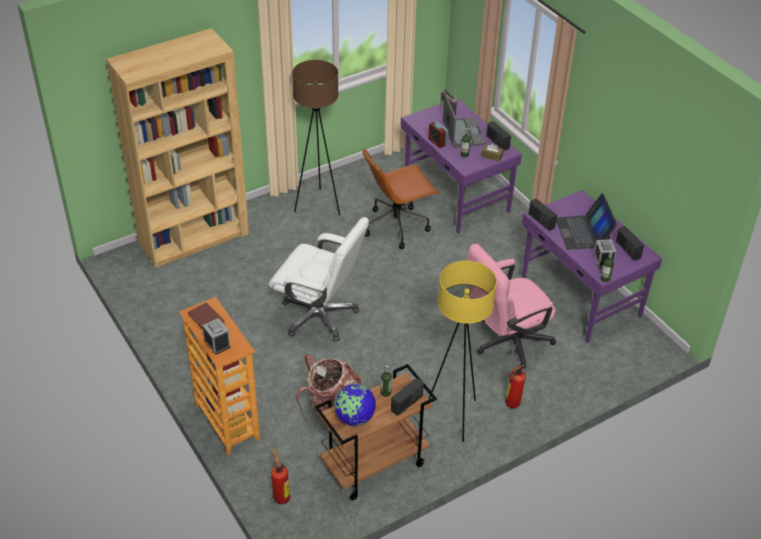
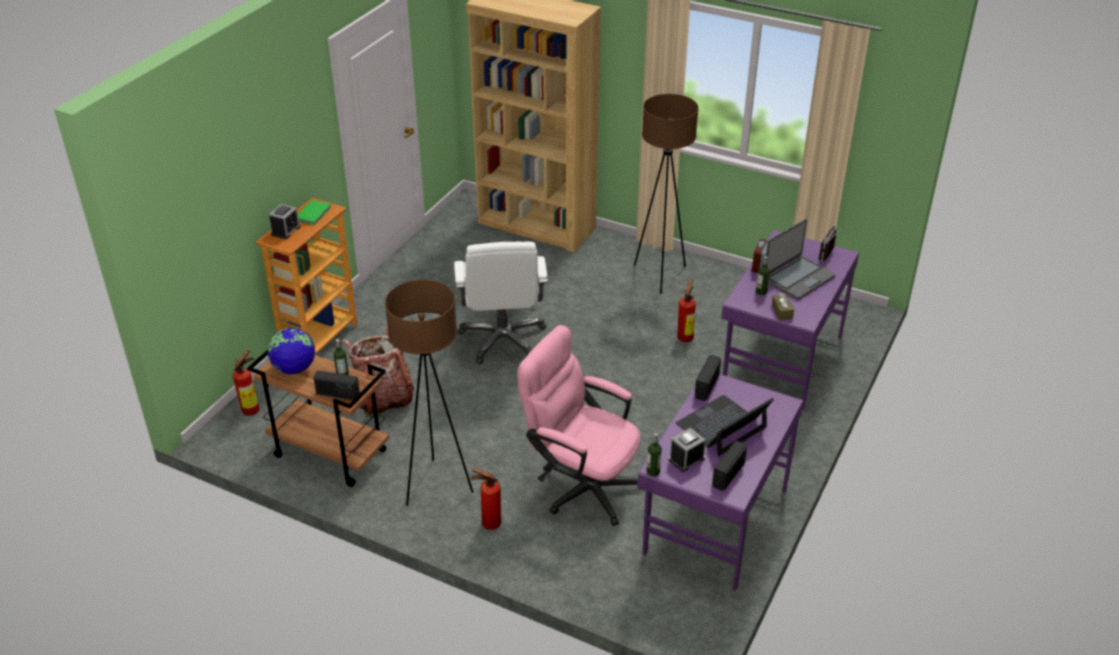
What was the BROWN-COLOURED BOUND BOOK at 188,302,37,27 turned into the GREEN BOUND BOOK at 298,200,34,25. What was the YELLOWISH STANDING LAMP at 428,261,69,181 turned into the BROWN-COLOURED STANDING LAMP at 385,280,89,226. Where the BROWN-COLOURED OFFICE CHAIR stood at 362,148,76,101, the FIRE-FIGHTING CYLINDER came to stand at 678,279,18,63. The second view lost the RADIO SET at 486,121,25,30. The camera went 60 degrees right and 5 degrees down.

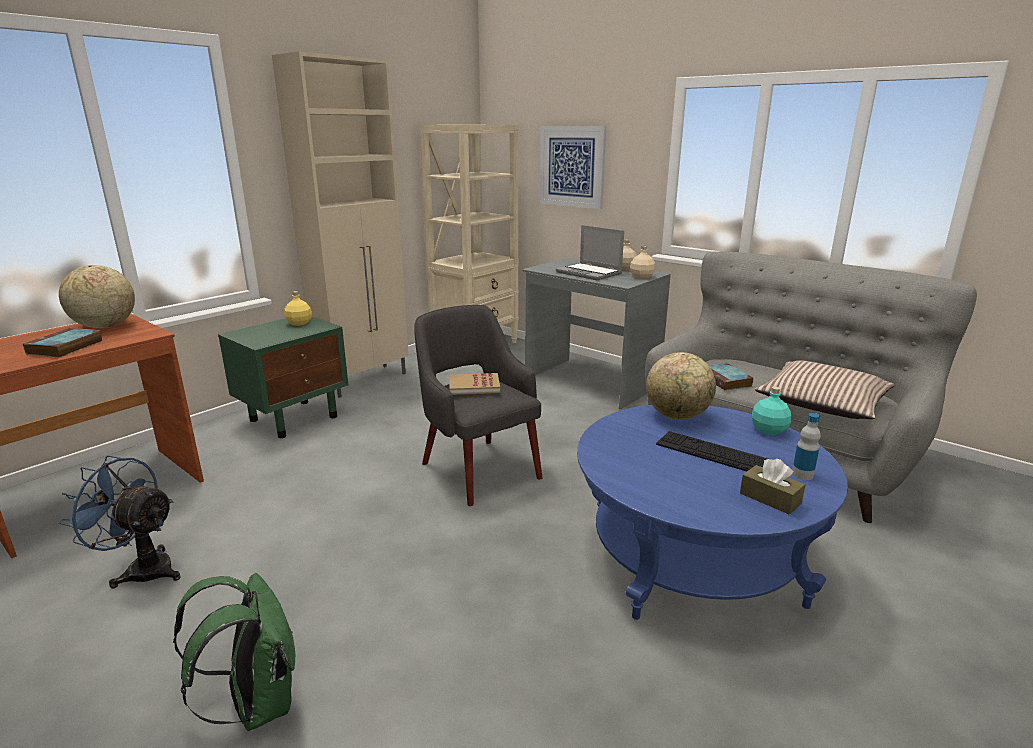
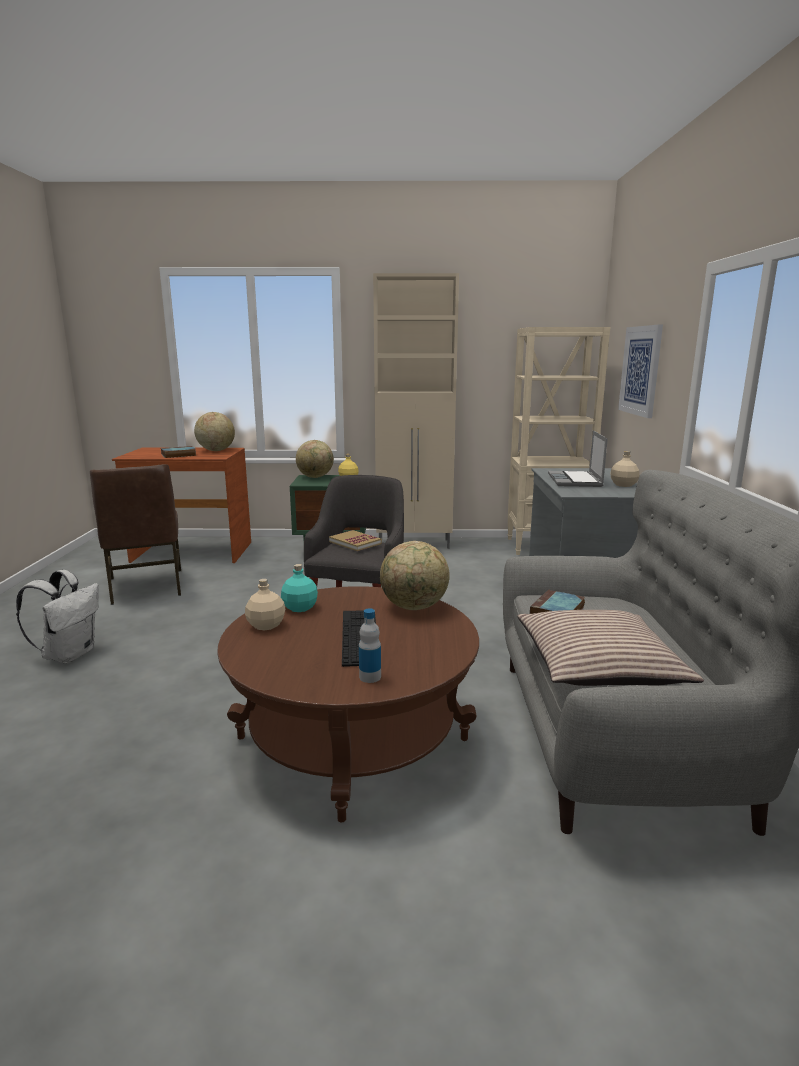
What was the GREEN RUCKSACK at 173,573,122,158 turned into the WHITE RUCKSACK at 16,570,83,93. Where the BLUE FAN stood at 59,456,122,132, the BROWN-COLOURED PLAIN CHAIR came to stand at 90,464,91,141. What was the BLUE LOW TABLE at 577,405,271,215 turned into the BROWN-COLOURED LOW TABLE at 217,586,262,237. The BEIGE BOTTLE ended up elsewhere, having gone from 630,246,25,33 to 245,579,40,51. The BLUE-GREEN BOTTLE ended up elsewhere, having gone from 752,387,39,48 to 281,564,37,48. The second view gained the WORLD GLOBE at 296,440,38,38. The second view lost the BROWN-COLOURED TISSUE HOLDER at 740,459,65,55. The camera went 50 degrees right and 5 degrees down.

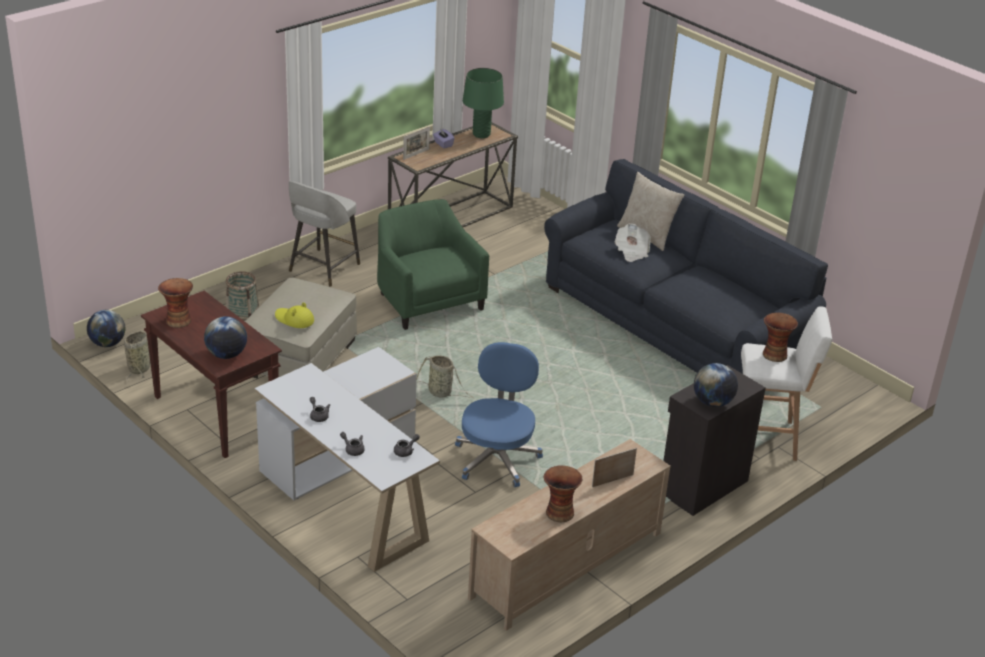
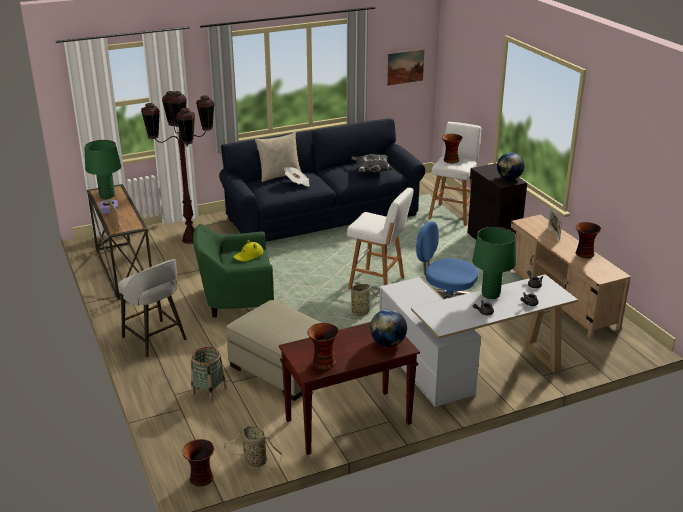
The second view gained the BROWN-COLOURED STANDING LAMP at 141,91,74,153. Where the WORLD GLOBE stood at 87,310,38,37, the FLOWER VASE came to stand at 182,439,32,48. The YELLOWISH WEARABLE HAT ended up elsewhere, having gone from 275,302,39,26 to 233,240,30,21. The second view gained the WHITE SITTING STOOL at 347,188,67,101. The second view gained the THROW PILLOW at 351,154,42,19. The second view gained the WALL PICTURE at 387,49,37,37. The second view gained the GREEN LAMP FOR A TABLE at 472,227,44,72. The camera went 70 degrees left and 5 degrees down.

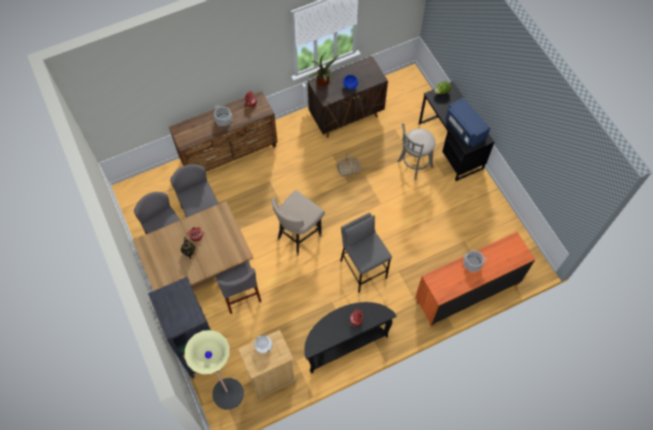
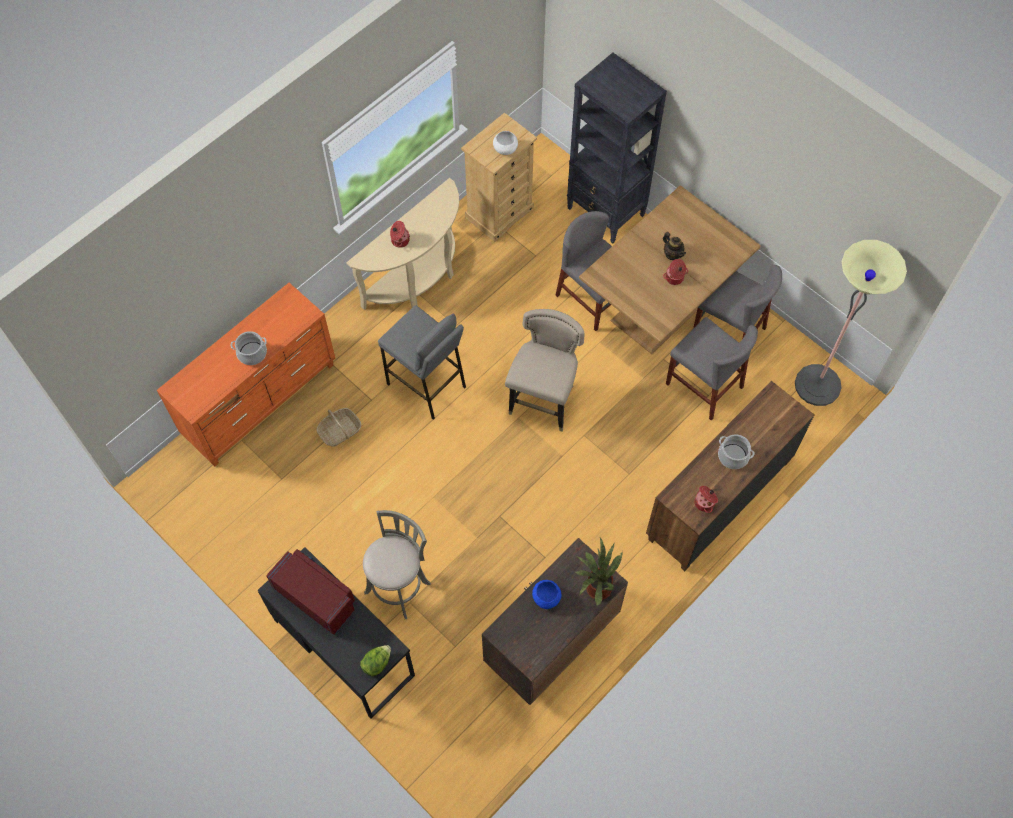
What was the BLUE MICROWAVE at 446,97,44,50 turned into the REDDISH MICROWAVE at 266,549,89,86. The HOUSEHOLD BASKET ended up elsewhere, having gone from 336,153,26,24 to 317,408,44,39. What was the BLACK-COLOURED NARROW TABLE at 304,302,93,72 turned into the BEIGE NARROW TABLE at 346,178,113,132. The STANDING LAMP ended up elsewhere, having gone from 184,330,60,80 to 795,240,112,166. The camera went 160 degrees right and 0 degrees up.

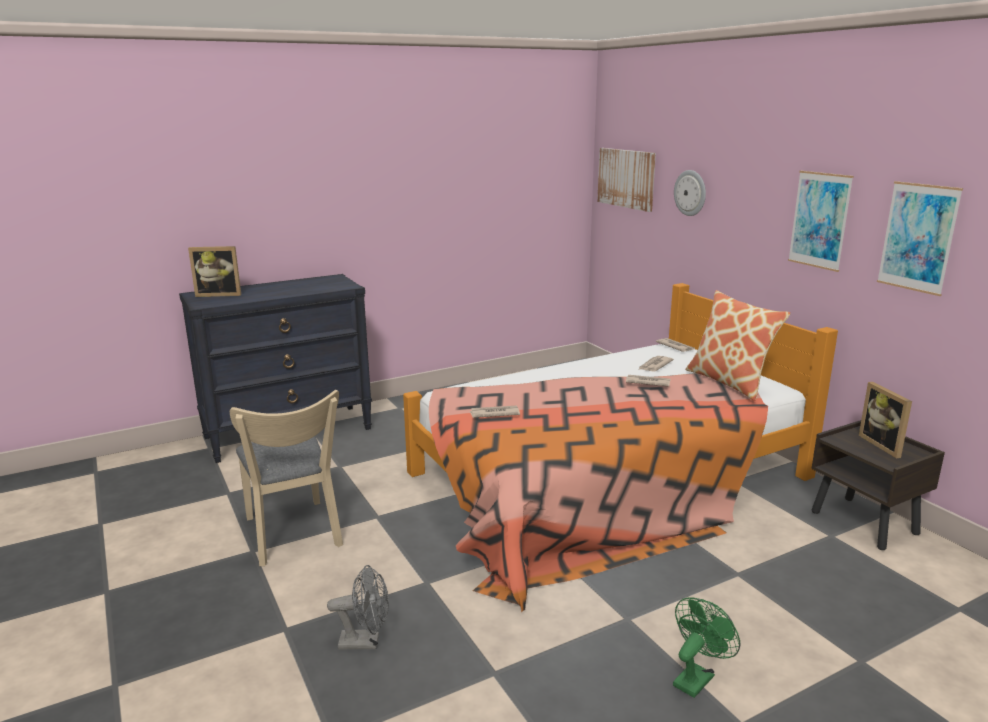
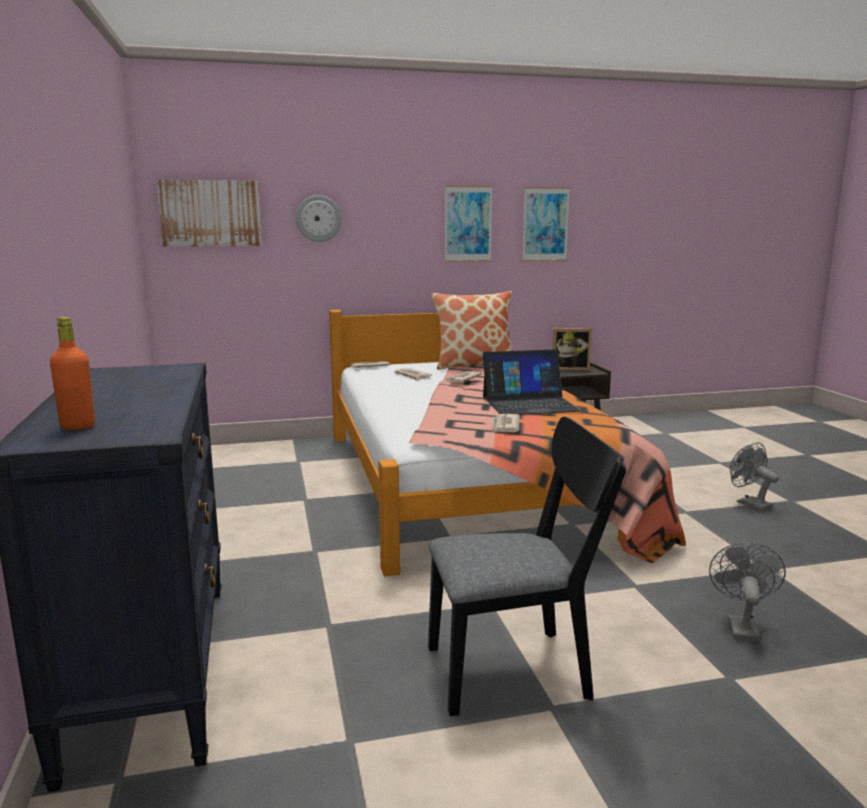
Where the PHOTO FRAME stood at 188,246,53,51, the ORANGEY BOTTLE came to stand at 50,317,45,113. What was the BEIGE PLAIN CHAIR at 230,390,113,176 turned into the BLACK-COLOURED PLAIN CHAIR at 428,417,198,299. The second view gained the PORTABLE COMPUTER at 483,349,98,66. What was the GREEN FAN at 673,597,67,101 turned into the GREYISH FAN at 730,442,49,69. The camera went 75 degrees left and 5 degrees down.

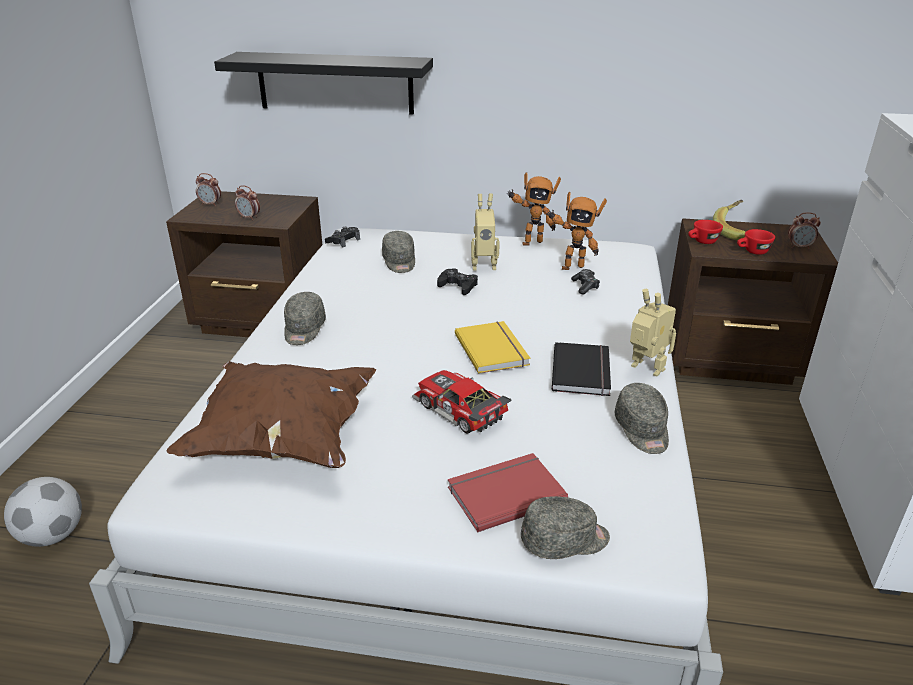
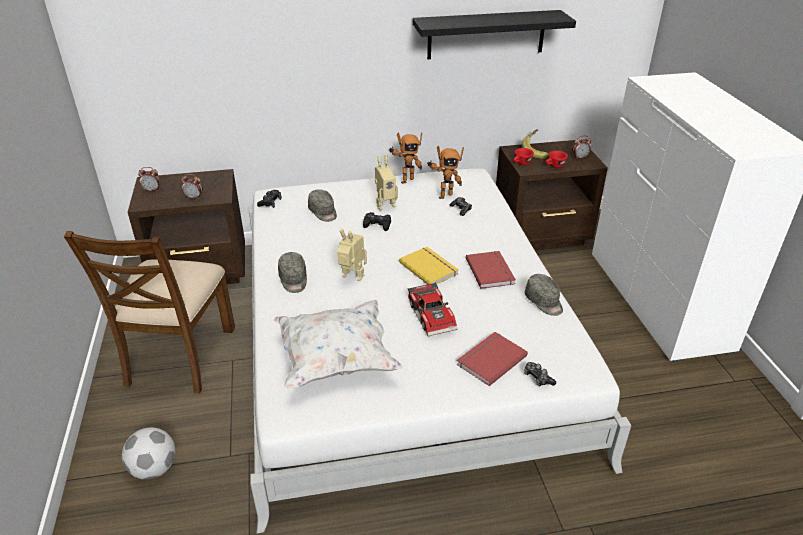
The second view gained the BROWN-COLOURED PLAIN CHAIR at 64,231,171,163. What was the BROWN-COLOURED THROW PILLOW at 167,361,209,107 turned into the WHITE THROW PILLOW at 274,300,128,88. The TOY ROBOT ended up elsewhere, having gone from 630,289,46,88 to 337,229,30,52. The MODEL CAR at 412,370,99,64 ended up facing another way, 135 degrees counterclockwise from before. The BLACK-COLOURED WALL SHELF ended up elsewhere, having gone from 214,52,219,63 to 413,10,163,49. What was the BLACK-COLOURED BOUND BOOK at 552,342,59,54 turned into the REDDISH BOUND BOOK at 466,251,50,38. Where the GREYISH BASEBALL CAP stood at 521,496,89,63, the JOYPAD came to stand at 524,362,32,24. The camera went 20 degrees left and 5 degrees up.

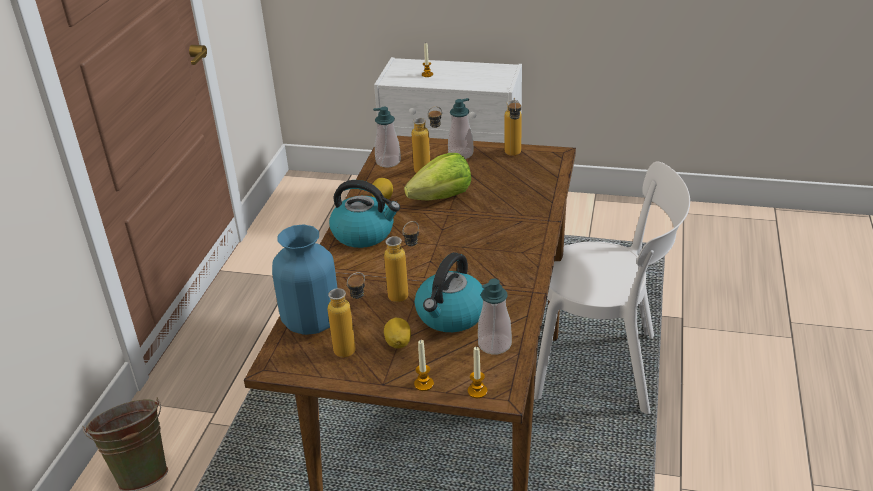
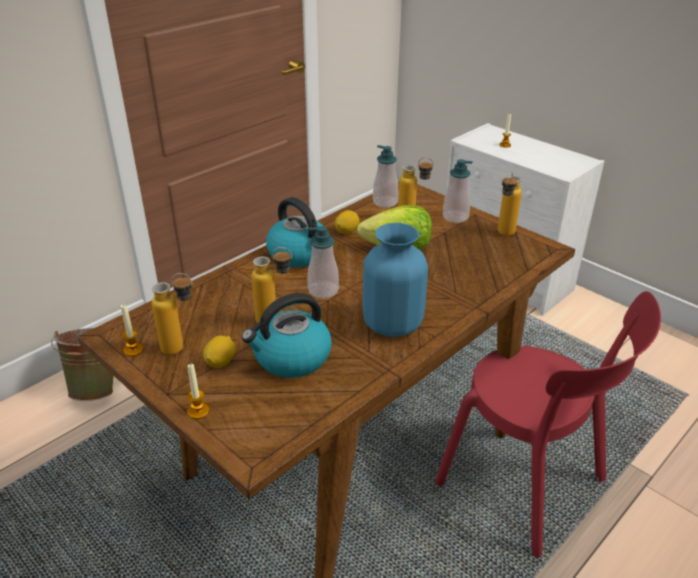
The CANDLE ended up elsewhere, having gone from 468,347,20,51 to 121,304,22,52. The SOAP DISPENSER ended up elsewhere, having gone from 478,279,34,76 to 308,226,31,73. The BLUE FLOWER VASE ended up elsewhere, having gone from 272,225,65,110 to 363,223,65,114. What was the WHITE PLAIN CHAIR at 534,162,156,252 turned into the REDDISH PLAIN CHAIR at 435,291,226,267. The camera went 30 degrees right and 0 degrees up.

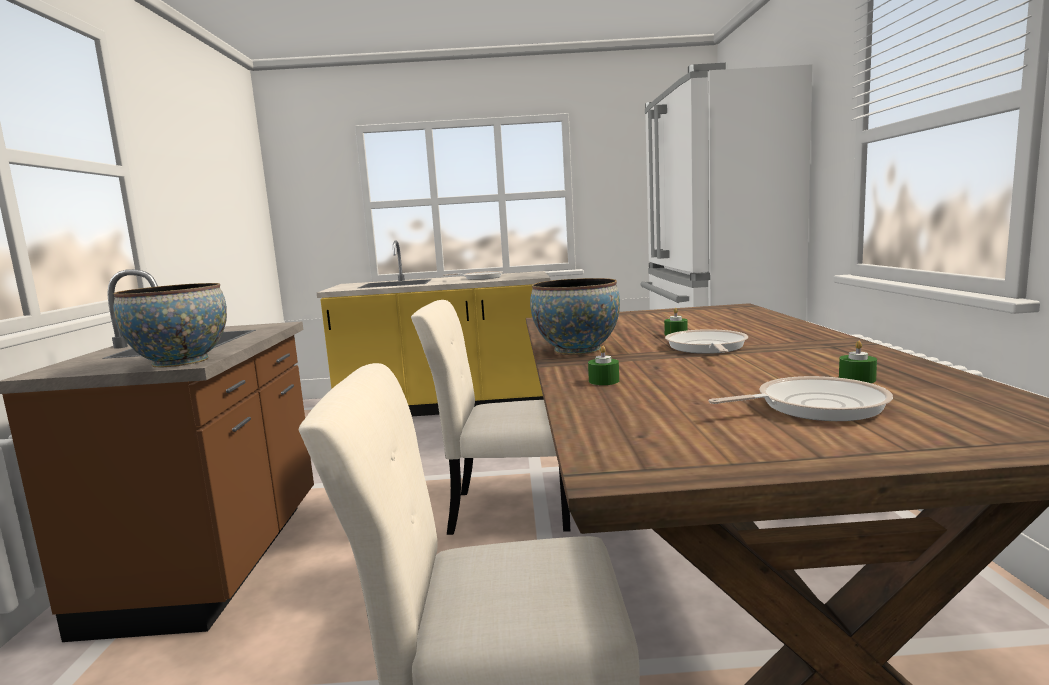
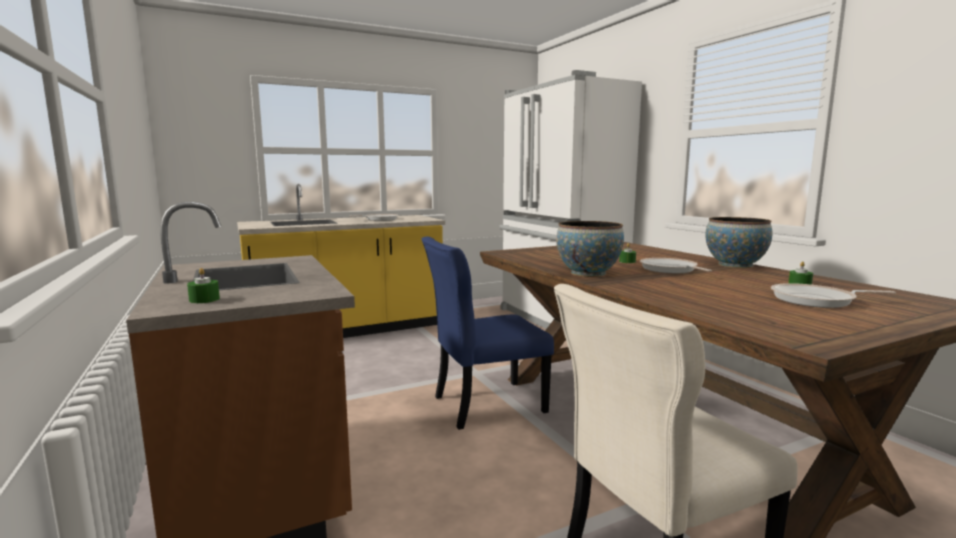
The GREEN CANDLE ended up elsewhere, having gone from 588,345,31,40 to 187,268,33,35. What was the BEIGE PLAIN CHAIR at 411,300,159,235 turned into the BLUE PLAIN CHAIR at 421,237,133,193. The BOWL ended up elsewhere, having gone from 113,283,114,84 to 705,217,68,51. The SKILLET at 709,376,184,45 ended up facing another way, 135 degrees counterclockwise from before. The camera went 25 degrees left and 0 degrees up.

